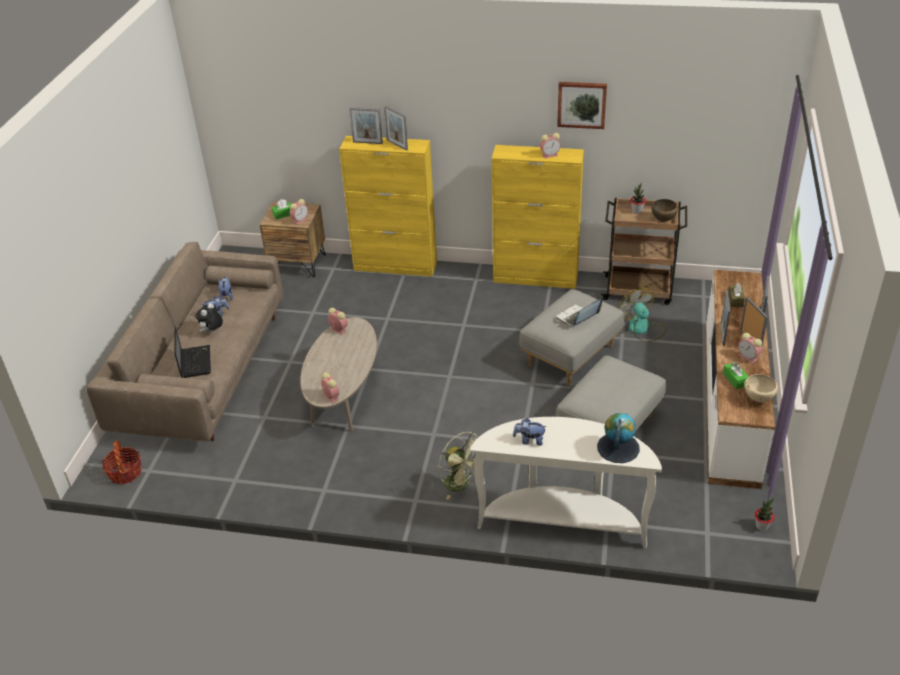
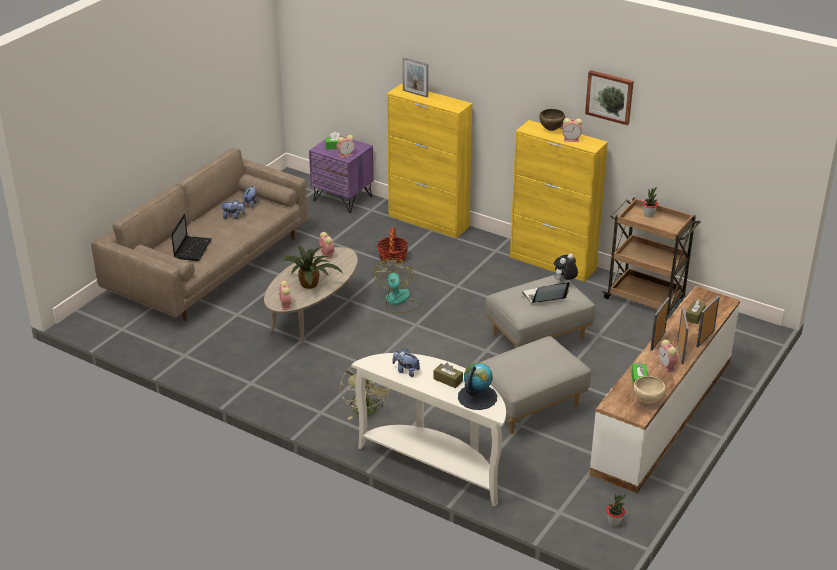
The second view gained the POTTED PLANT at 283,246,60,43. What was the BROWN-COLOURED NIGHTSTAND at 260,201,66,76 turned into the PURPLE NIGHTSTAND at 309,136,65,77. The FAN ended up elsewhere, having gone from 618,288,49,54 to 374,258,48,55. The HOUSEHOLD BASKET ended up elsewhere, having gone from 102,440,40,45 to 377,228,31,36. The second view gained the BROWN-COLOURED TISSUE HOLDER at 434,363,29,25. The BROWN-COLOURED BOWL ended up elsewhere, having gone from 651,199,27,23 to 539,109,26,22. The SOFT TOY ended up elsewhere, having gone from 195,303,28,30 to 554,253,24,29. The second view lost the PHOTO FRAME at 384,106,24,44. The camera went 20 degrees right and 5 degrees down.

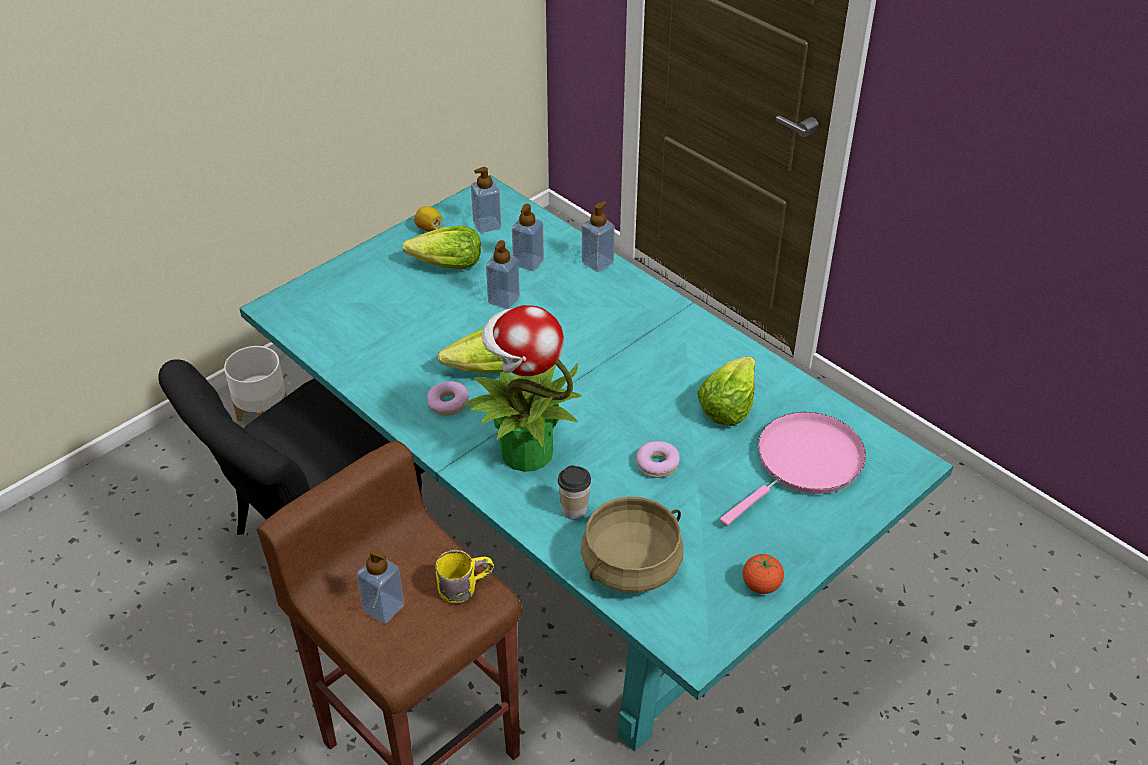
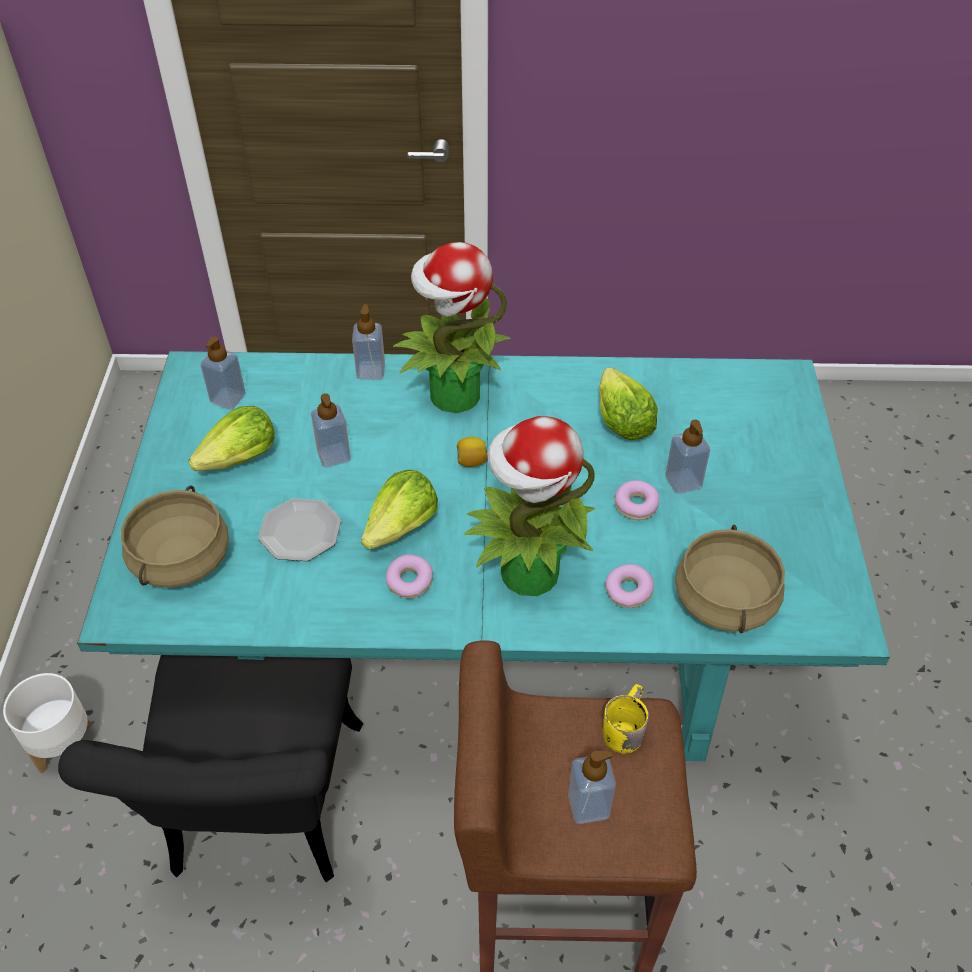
The second view gained the BEIGE SAUCEPOT at 121,486,108,102. The second view gained the DINNER PLATE at 258,498,83,63. The second view gained the POTTED PLANT at 393,242,118,171. The LEMON ended up elsewhere, having gone from 414,206,28,26 to 457,437,31,30. Where the DRINKING CUP stood at 558,465,33,55, the DOUGHNUT came to stand at 605,564,49,44. The SOAP DISPENSER ended up elsewhere, having gone from 512,204,32,67 to 665,420,45,74. The second view lost the PINK SKILLET at 720,412,146,114. The second view lost the TOMATO at 743,554,41,40. The camera went 45 degrees left and 5 degrees up.

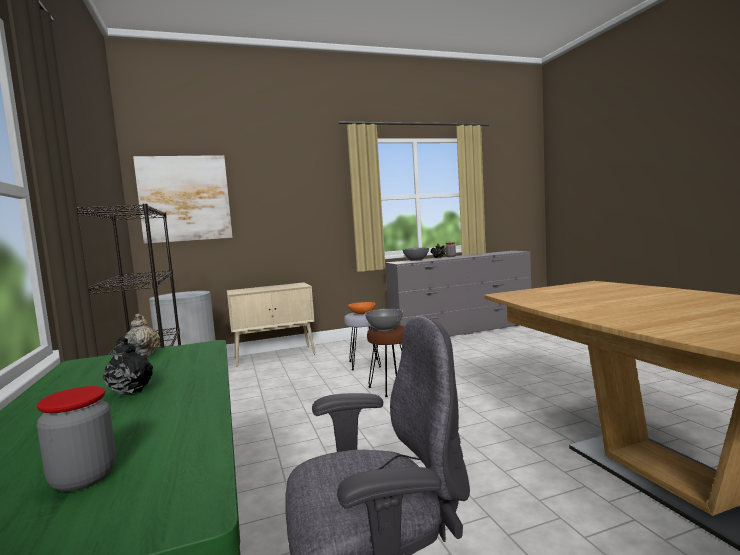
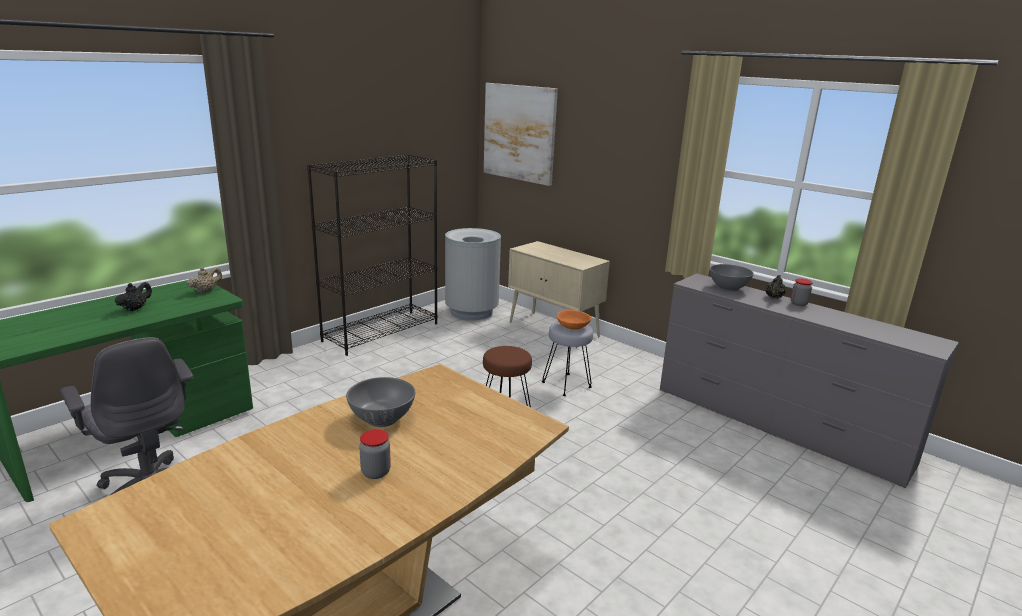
The GREYISH BOWL ended up elsewhere, having gone from 365,309,38,22 to 346,377,69,50. The PRESERVE JAR ended up elsewhere, having gone from 36,386,80,106 to 359,430,32,49. The camera went 60 degrees right and 15 degrees up.

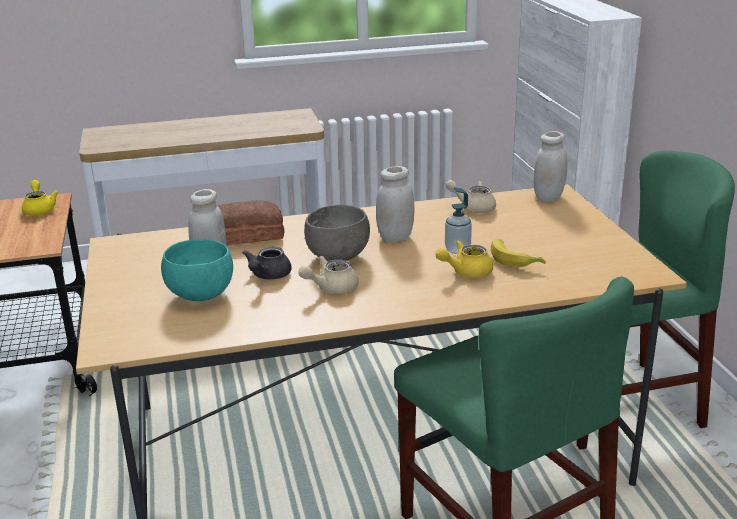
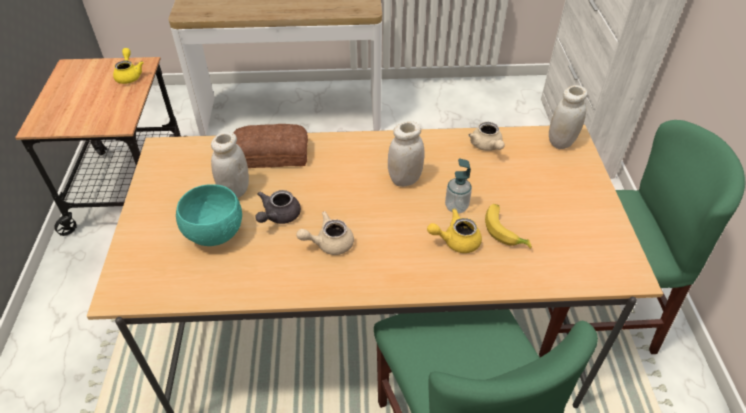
The BEIGE TEAPOT at 445,180,51,33 ended up facing another way, 135 degrees counterclockwise from before. The second view lost the GREYISH BOWL at 304,205,66,56. The camera went 10 degrees right and 20 degrees up.

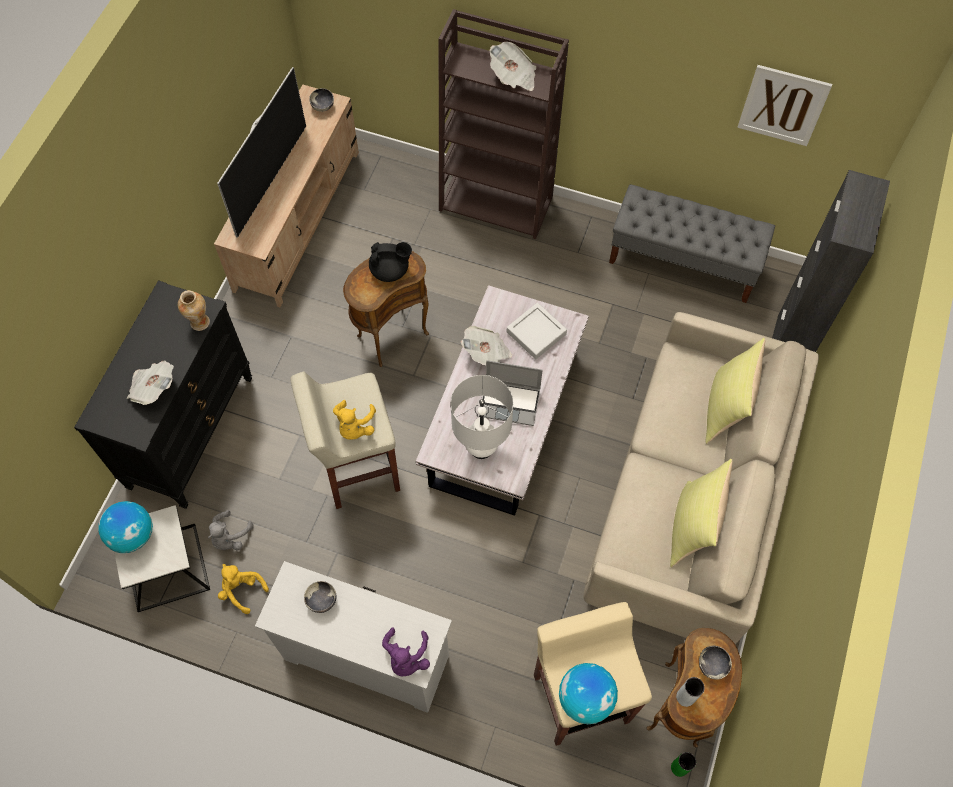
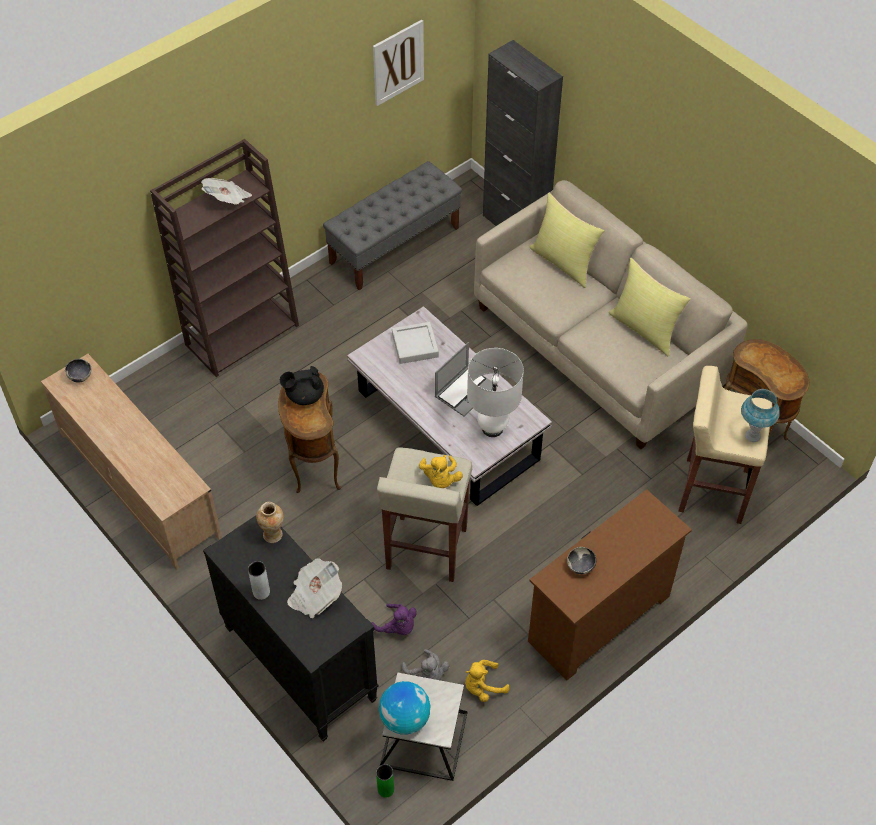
The GREYISH FLOWER VASE ended up elsewhere, having gone from 676,677,29,30 to 248,561,22,39. The BLACK-COLOURED TEAPOT at 369,242,43,40 ended up facing another way, 135 degrees counterclockwise from before. The PURPLE SOFT TOY ended up elsewhere, having gone from 382,627,48,50 to 371,604,46,31. The GREEN FLOWER VASE ended up elsewhere, having gone from 671,752,25,25 to 376,764,18,34. The YELLOWISH SOFT TOY at 333,400,43,40 ended up facing another way, 45 degrees clockwise from before. What was the WHITE DRESSER at 255,561,197,152 turned into the BROWN-COLOURED DRESSER at 528,489,164,192. Where the WORLD GLOBE stood at 559,663,59,61, the BLUE LAMP FOR A TABLE came to stand at 741,389,39,53. The second view lost the TELEVISION at 217,67,89,171. The second view lost the DAILY PAPER at 461,326,51,39. The second view lost the BOWL at 699,646,33,34. The camera went 60 degrees left and 10 degrees down.

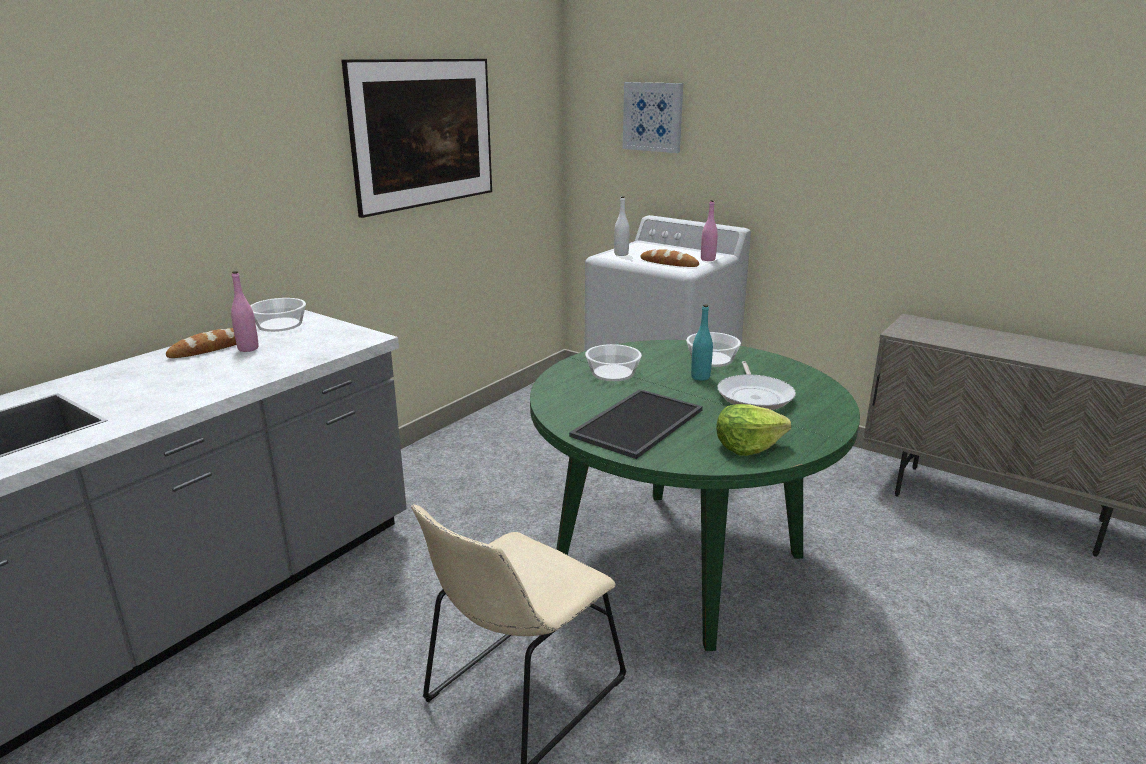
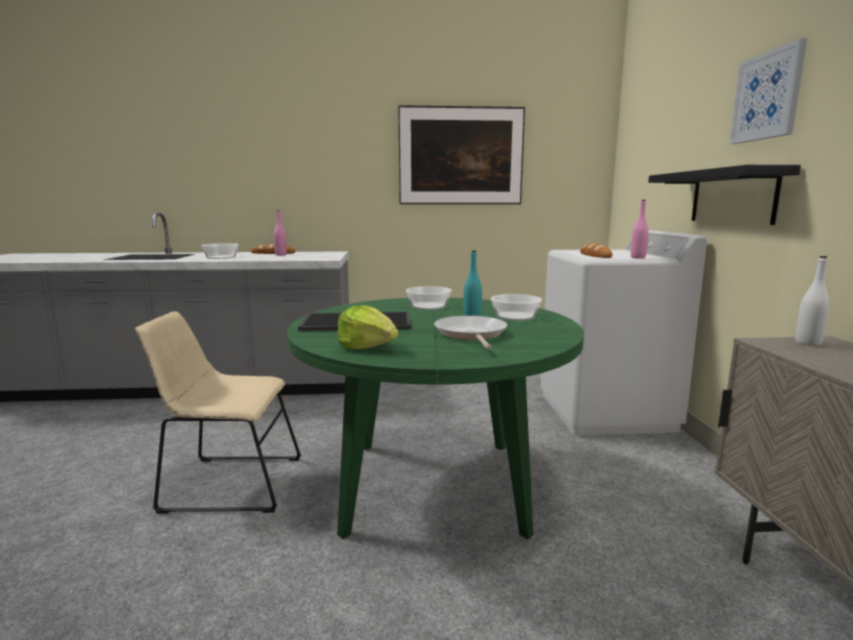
The BOWL ended up elsewhere, having gone from 250,298,56,34 to 201,243,38,16. The SKILLET at 718,361,78,49 ended up facing another way, 120 degrees clockwise from before. The second view gained the BLACK-COLOURED WALL SHELF at 648,165,153,60. The WALL PICTURE ended up elsewhere, having gone from 623,82,60,71 to 729,38,78,106. The WHITE BOTTLE ended up elsewhere, having gone from 614,196,16,60 to 795,256,34,90. The camera went 50 degrees right and 10 degrees down.

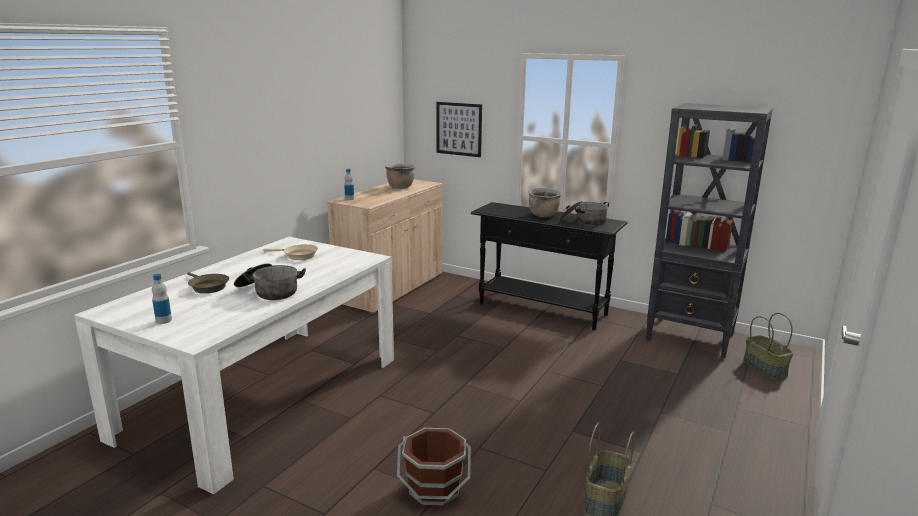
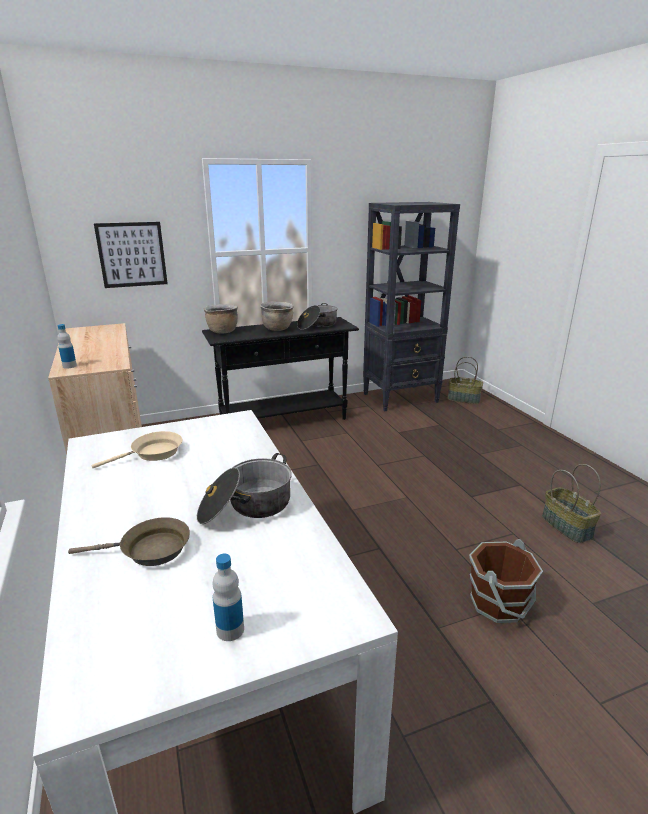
The BROWN-COLOURED SAUCEPOT ended up elsewhere, having gone from 385,164,30,25 to 203,304,35,29. The camera went 50 degrees left and 5 degrees up.

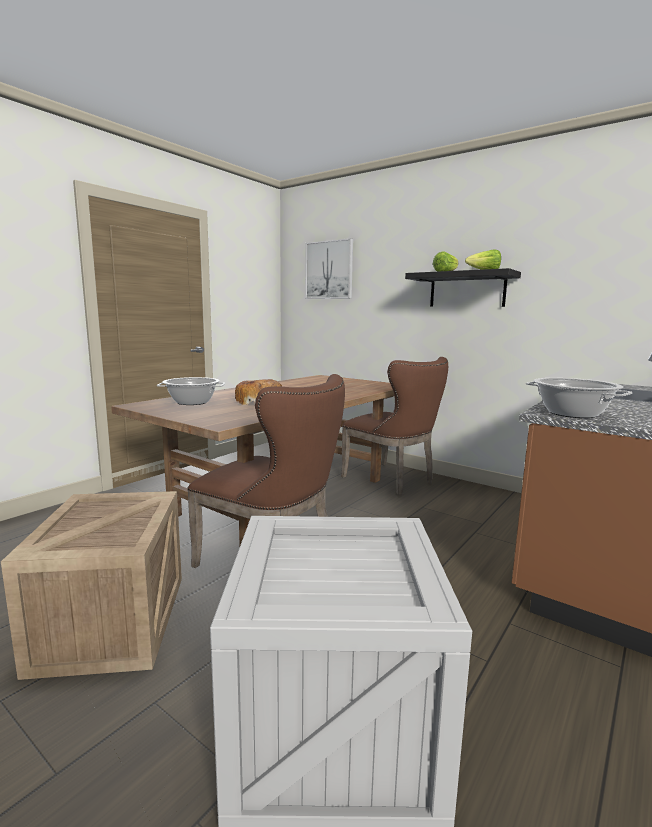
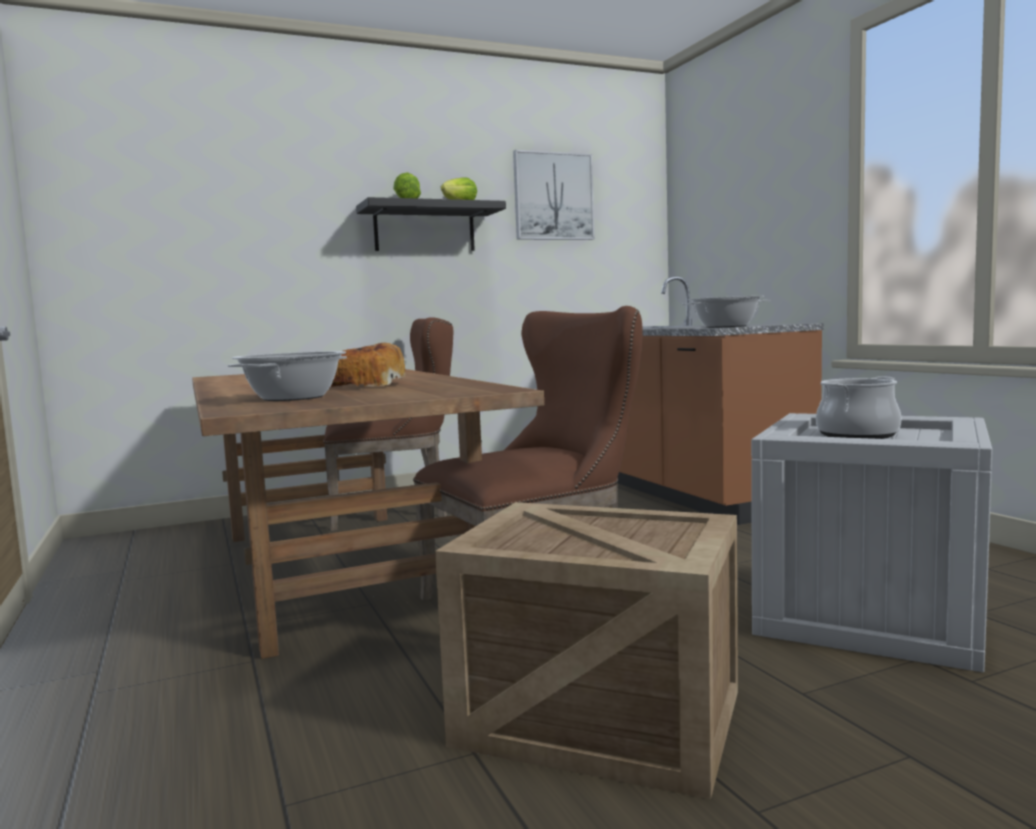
The WALL PICTURE ended up elsewhere, having gone from 305,238,48,61 to 513,150,82,90. The second view gained the SAUCEPOT at 816,376,86,63. The camera went 60 degrees left and 5 degrees down.

